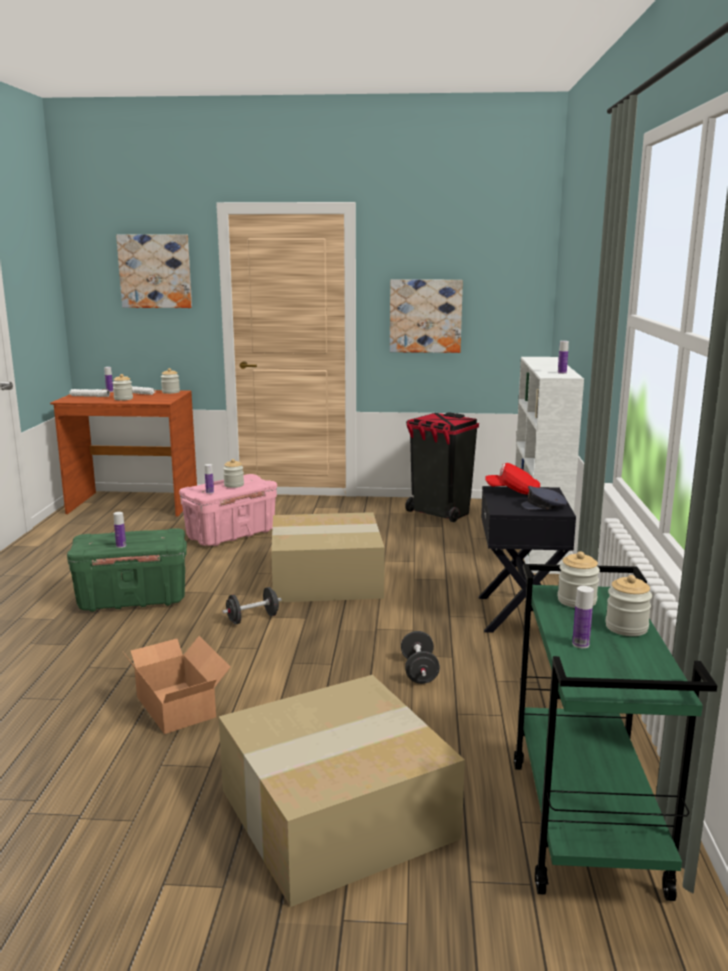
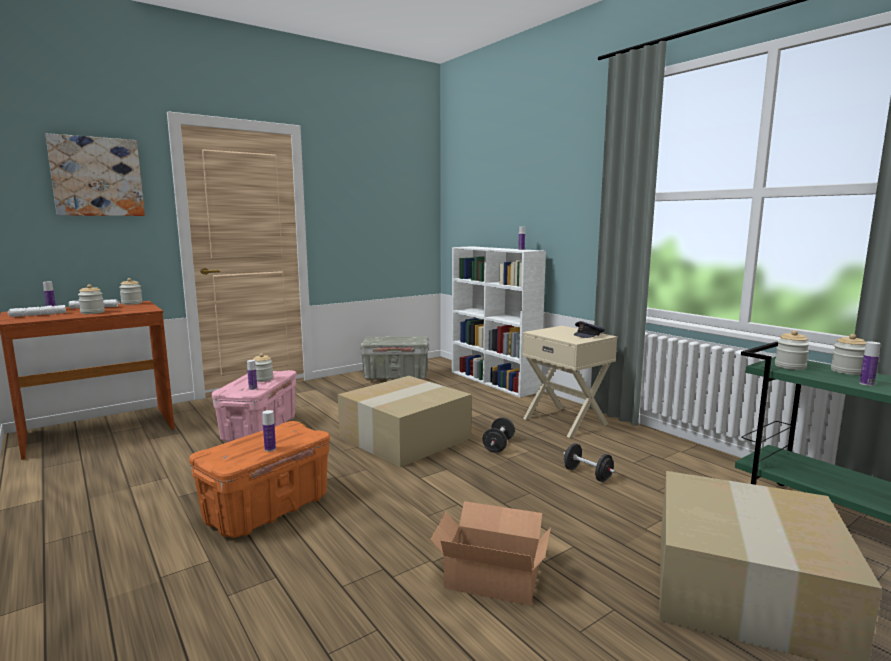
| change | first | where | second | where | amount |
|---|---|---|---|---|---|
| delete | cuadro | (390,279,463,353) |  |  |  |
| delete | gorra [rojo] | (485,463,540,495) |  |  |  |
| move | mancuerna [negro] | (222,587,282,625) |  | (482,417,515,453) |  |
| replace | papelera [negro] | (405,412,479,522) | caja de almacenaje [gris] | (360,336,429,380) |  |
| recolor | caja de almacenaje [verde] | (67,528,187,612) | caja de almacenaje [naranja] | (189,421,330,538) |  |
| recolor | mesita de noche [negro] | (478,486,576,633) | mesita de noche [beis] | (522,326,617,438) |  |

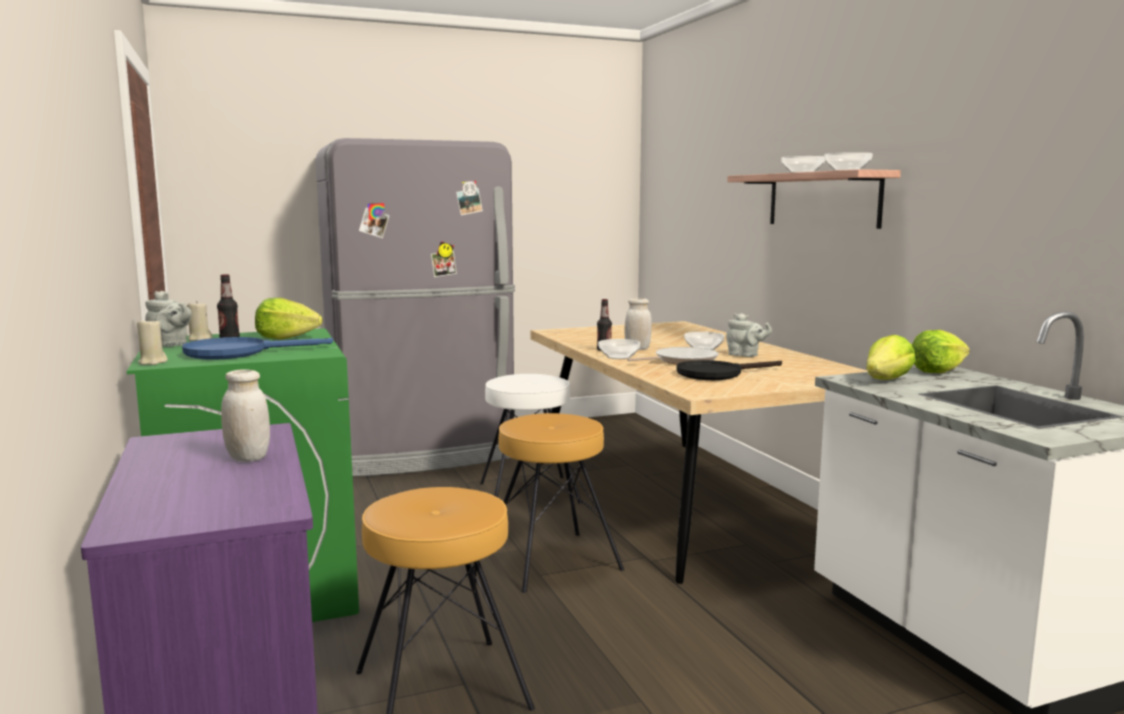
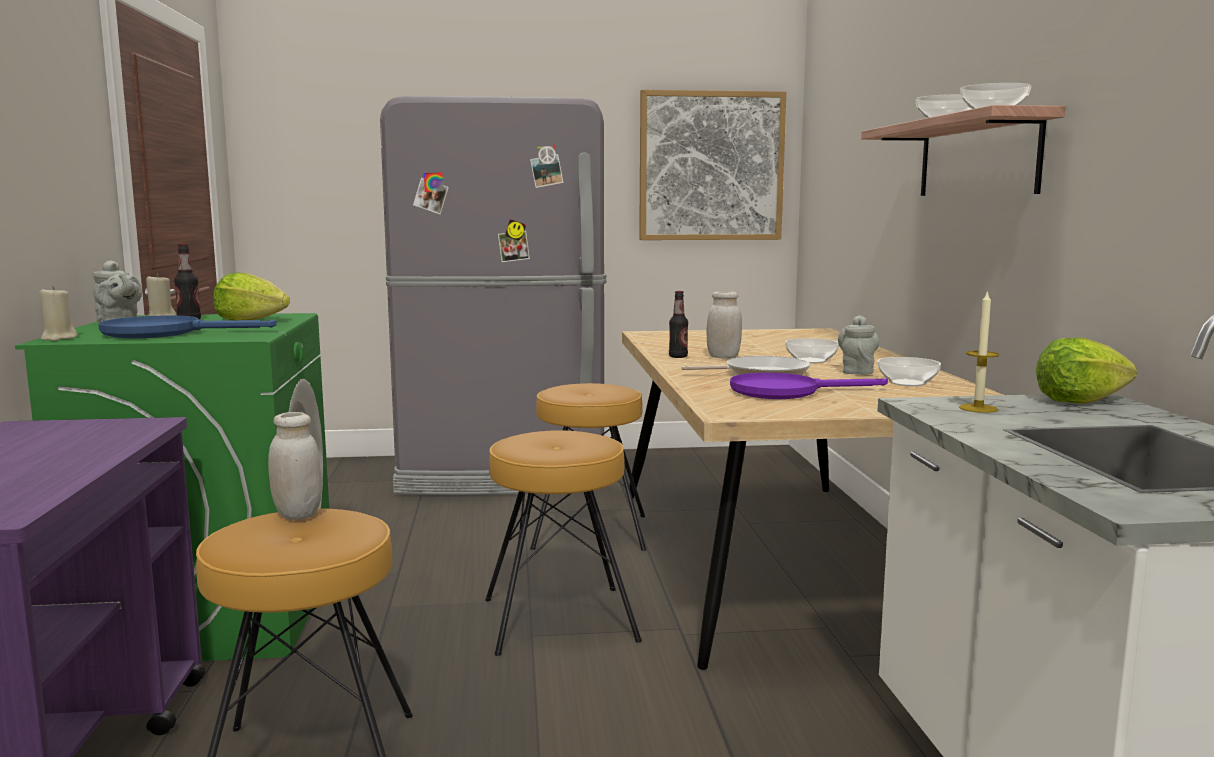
| change | first | where | second | where | amount |
|---|---|---|---|---|---|
| insert |  |  | cuadro | (639,90,786,240) |  |
| move | tarro [blanco] | (221,369,270,462) |  | (268,412,322,520) |  |
| move | cuenco | (598,339,640,359) |  | (877,357,941,386) |  |
| replace | lechuga | (866,335,916,380) | vela | (959,290,1000,413) |  |
| recolor | taburete [blanco] | (480,374,582,504) | taburete [marrón] | (530,383,646,551) |  |
| recolor | sartén [negro] | (677,360,782,380) | sartén [morado] | (730,373,888,399) |  |
| rotate | tetera [gris] | (726,313,772,357) |  | (838,315,879,374) | 120 degrees counterclockwise |

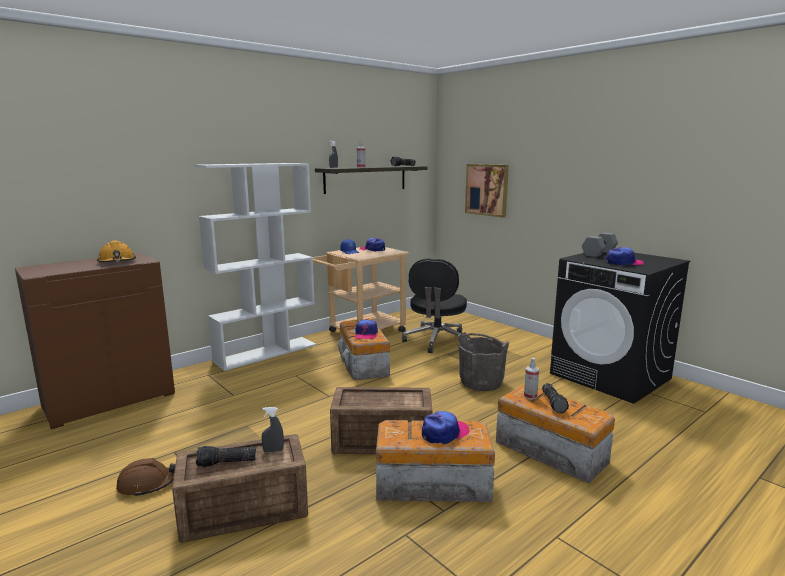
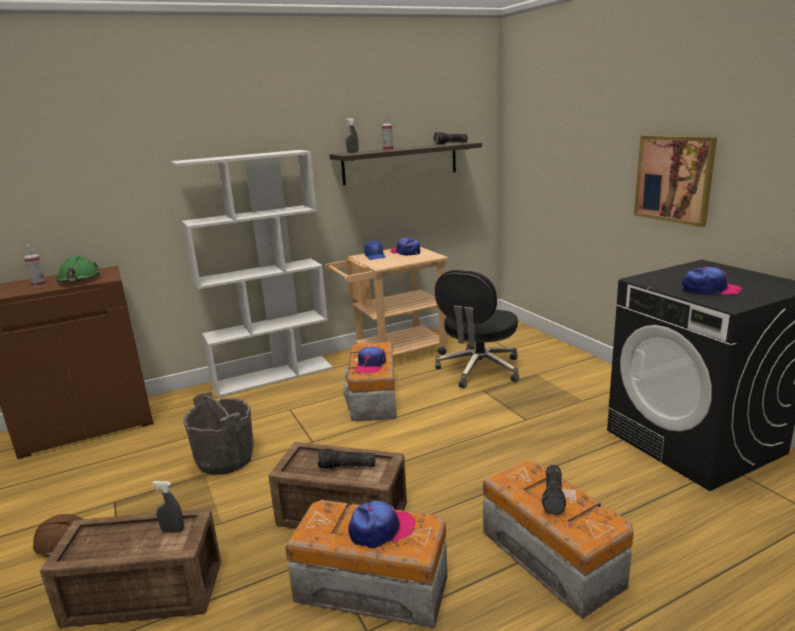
| change | first | where | second | where | amount |
|---|---|---|---|---|---|
| delete | mancuerna [gris] | (582,232,618,257) |  |  |  |
| move | linterna | (196,446,256,467) |  | (318,448,376,469) |  |
| move | cubo [gris] | (458,332,509,391) |  | (183,392,254,475) |  |
| move | cuadro | (465,164,509,218) |  | (634,135,717,227) |  |
| move | pulverizador | (524,358,539,400) |  | (24,245,46,287) |  |
| recolor | casco [naranja] | (97,240,136,263) | casco [verde] | (56,256,100,282) |  |

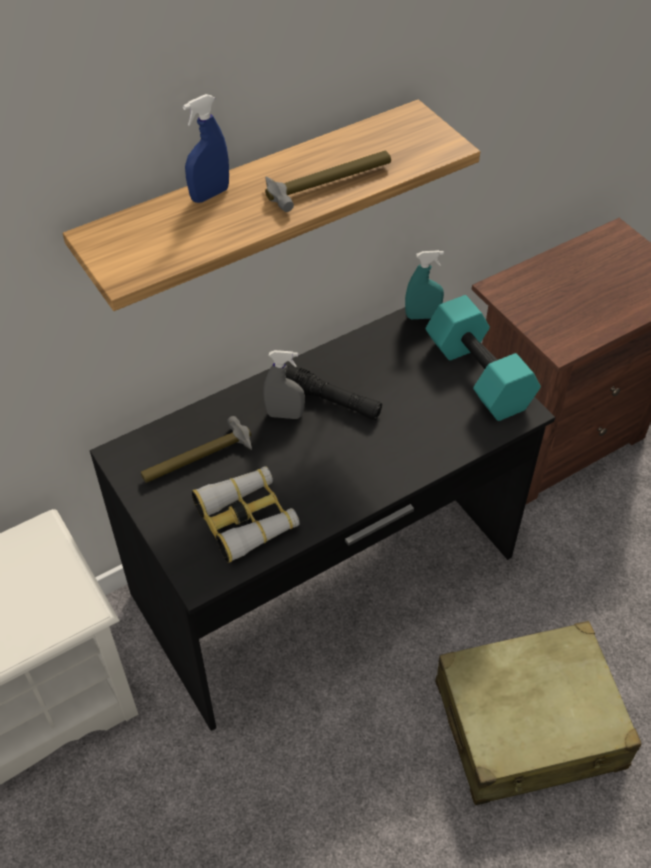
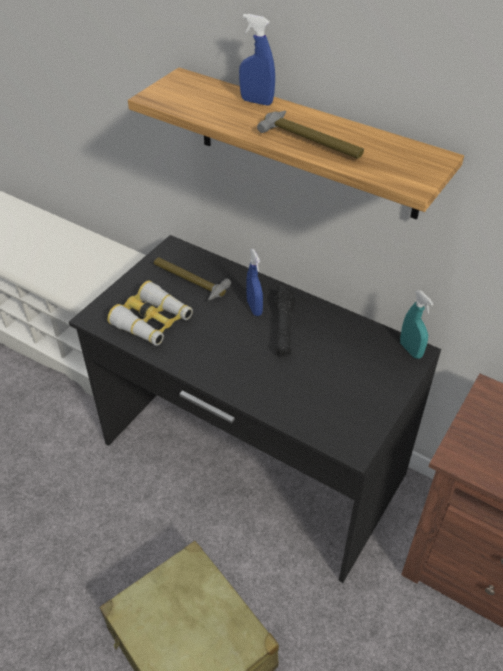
| change | first | where | second | where | amount |
|---|---|---|---|---|---|
| delete | mancuerna [turquesa] | (425,295,541,421) |  |  |  |
| recolor | pulverizador [gris] | (263,350,305,419) | pulverizador [azul] | (246,249,263,316) |  |

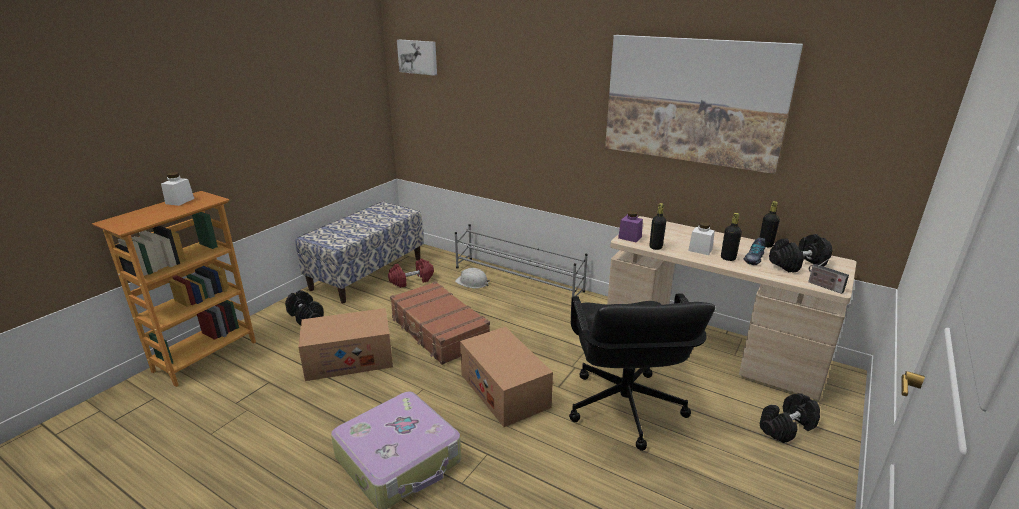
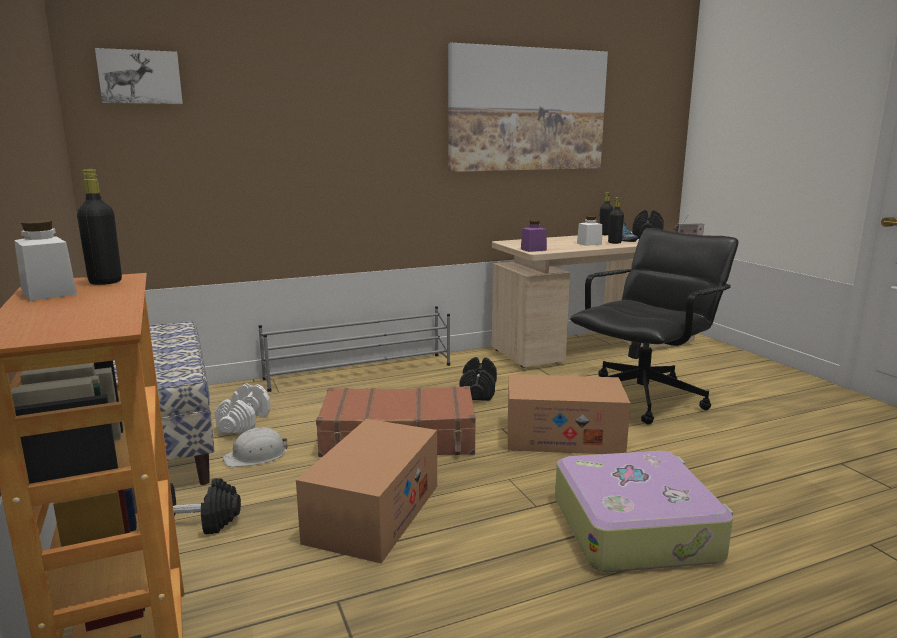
| change | first | where | second | where | amount |
|---|---|---|---|---|---|
| move | casco [blanco] | (455,268,490,289) |  | (223,427,288,467) |  |
| move | botella [negro] | (650,203,666,250) |  | (77,169,122,285) |  |
| move | mancuerna [negro] | (760,393,820,443) |  | (460,357,497,401) |  |
| recolor | mancuerna [rojo] | (388,259,434,288) | mancuerna [blanco] | (215,384,271,434) |  |
| rotate | silla de oficina [negro] | (569,293,715,451) |  | (570,228,739,424) | 75 degrees counterclockwise |

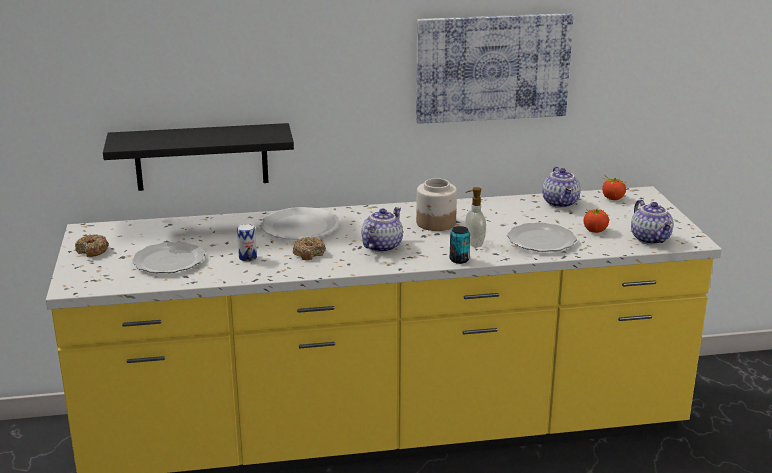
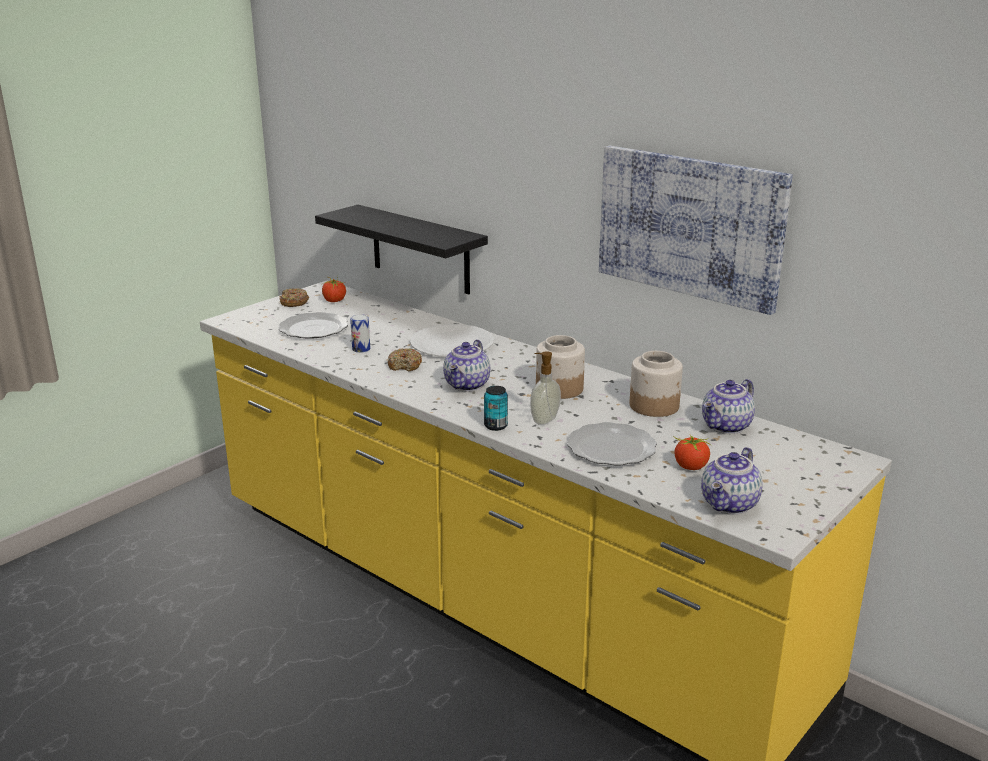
| change | first | where | second | where | amount |
|---|---|---|---|---|---|
| insert |  |  | tarro | (630,351,683,417) |  |
| move | tomate | (602,177,626,200) |  | (322,277,346,302) |  |
| rotate | tetera | (362,207,403,252) |  | (443,339,490,392) | 120 degrees clockwise |

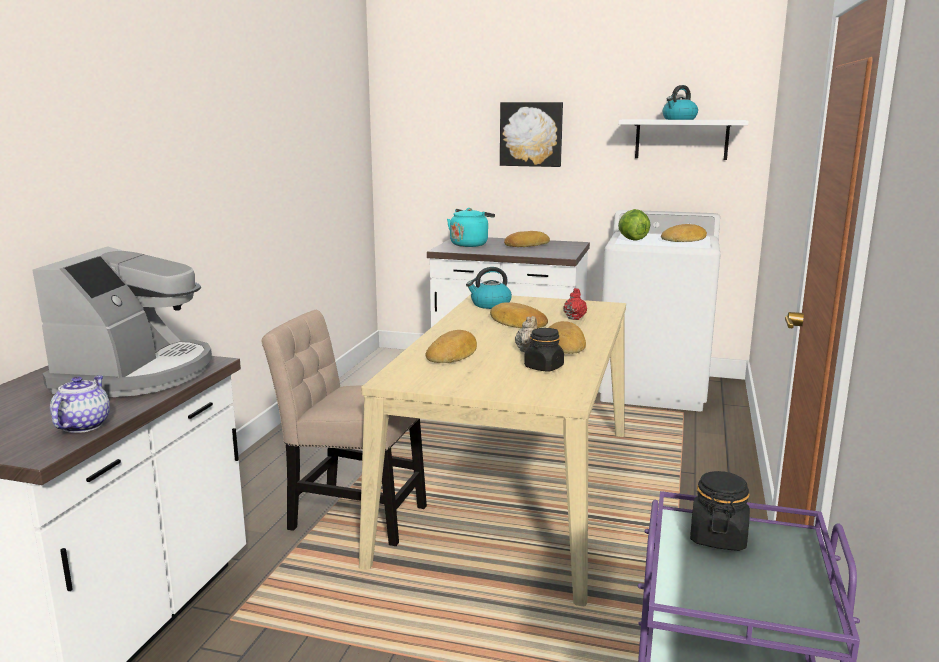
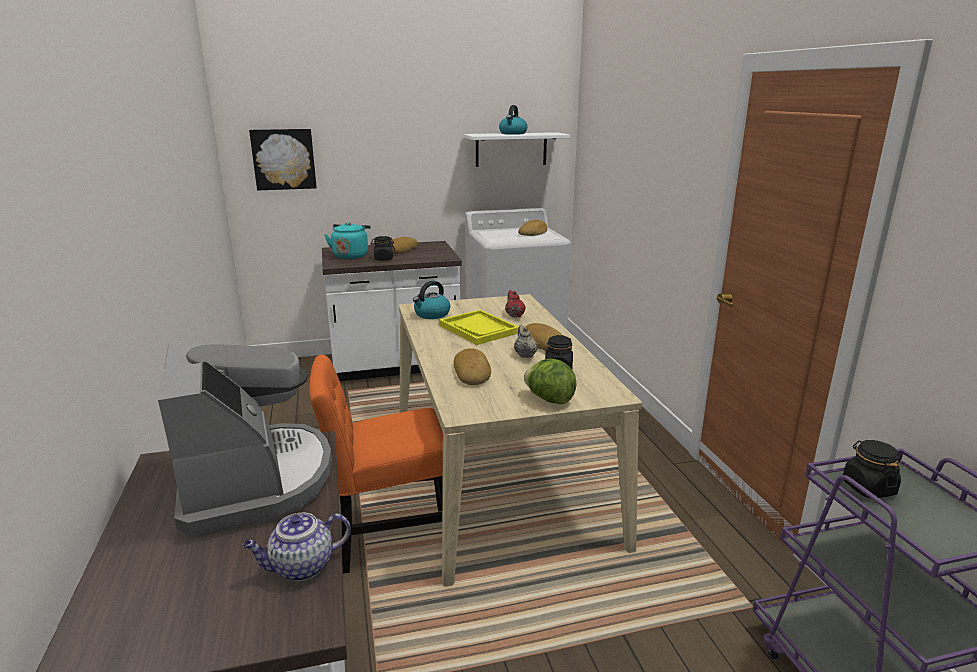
| change | first | where | second | where | amount |
|---|---|---|---|---|---|
| insert |  |  | tarro [negro] | (370,236,395,260) |  |
| move | cuadro | (500,102,563,167) |  | (249,129,317,190) |  |
| move | lechuga | (618,209,651,241) |  | (524,359,577,404) |  |
| replace | pan | (490,302,548,328) | bandeja [amarillo] | (439,310,519,345) |  |
| recolor | silla [beis] | (262,310,427,546) | silla [naranja] | (309,354,443,574) |  |
| rotate | tetera | (50,375,110,433) |  | (242,512,351,581) | 90 degrees counterclockwise |

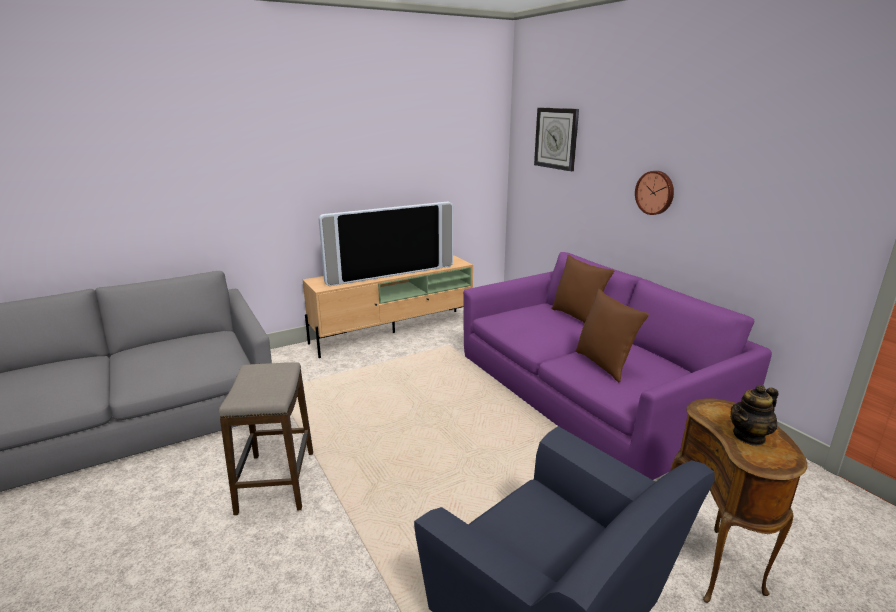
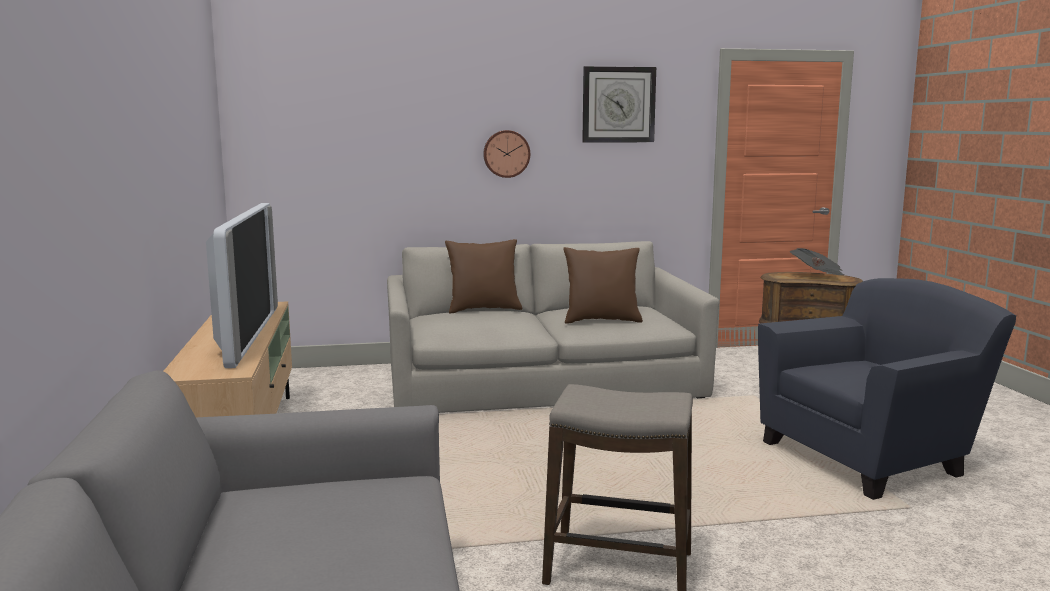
| change | first | where | second | where | amount |
|---|---|---|---|---|---|
| move | reloj de pared | (534,108,579,171) |  | (582,66,656,143) |  |
| replace | tetera | (730,385,778,446) | periódico | (790,248,844,275) |  |
| recolor | sofá [morado] | (463,252,772,480) | sofá [gris] | (387,241,719,413) |  |

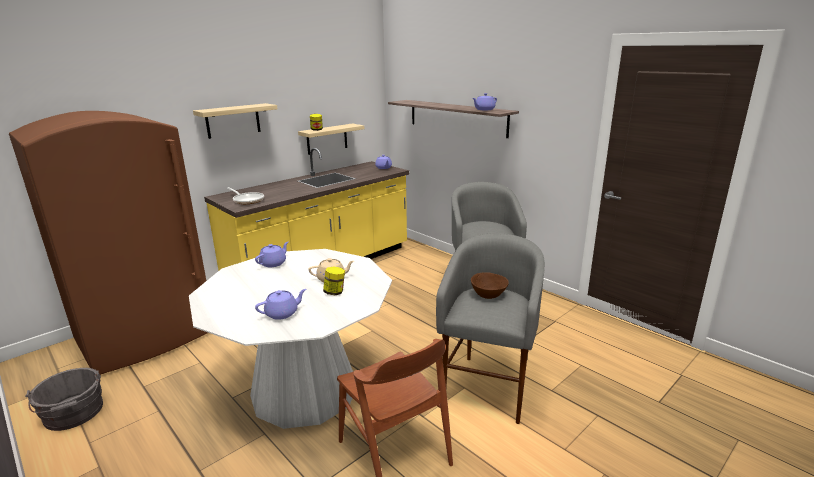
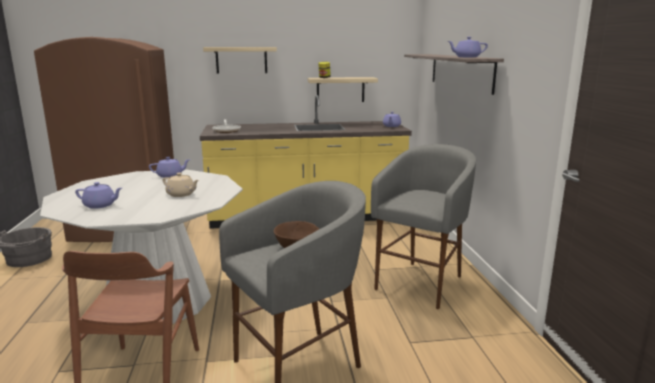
| change | first | where | second | where | amount |
|---|---|---|---|---|---|
| delete | tarro | (323,266,345,295) |  |  |  |

